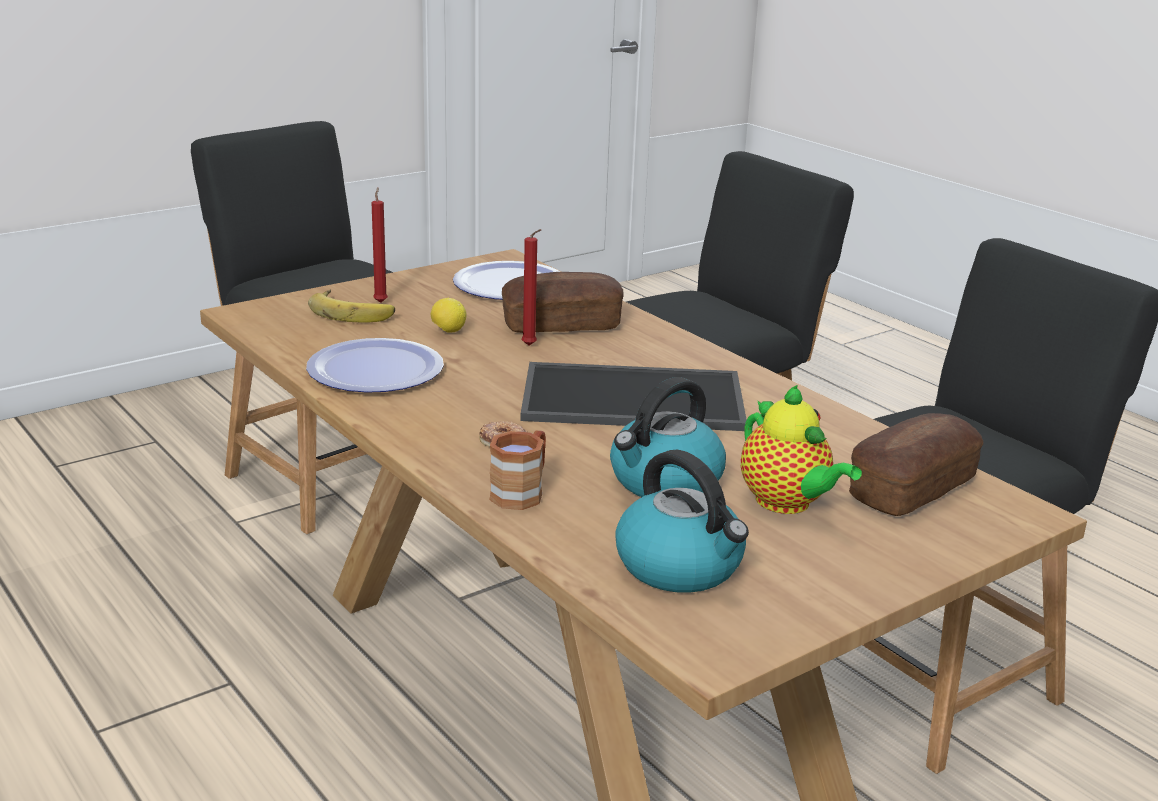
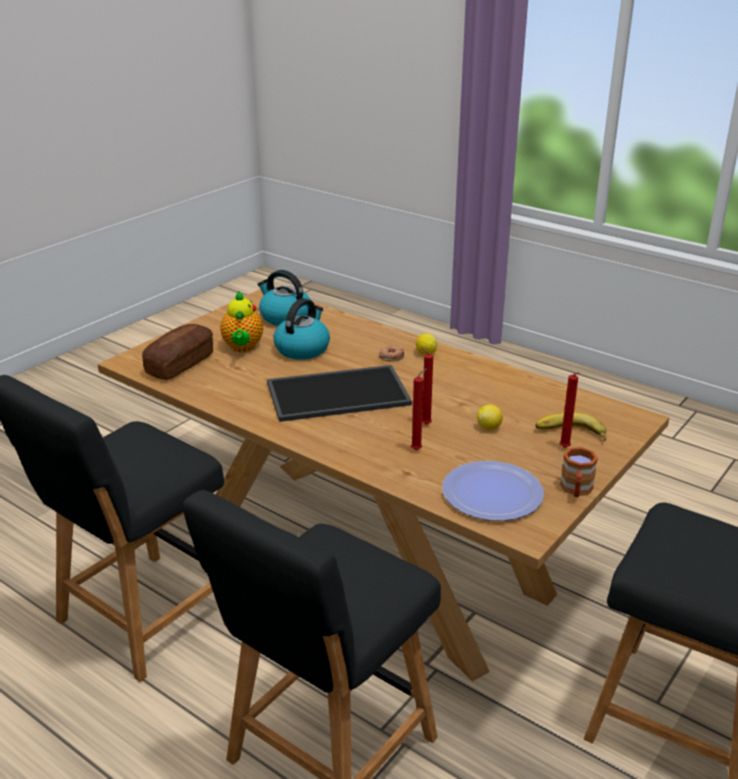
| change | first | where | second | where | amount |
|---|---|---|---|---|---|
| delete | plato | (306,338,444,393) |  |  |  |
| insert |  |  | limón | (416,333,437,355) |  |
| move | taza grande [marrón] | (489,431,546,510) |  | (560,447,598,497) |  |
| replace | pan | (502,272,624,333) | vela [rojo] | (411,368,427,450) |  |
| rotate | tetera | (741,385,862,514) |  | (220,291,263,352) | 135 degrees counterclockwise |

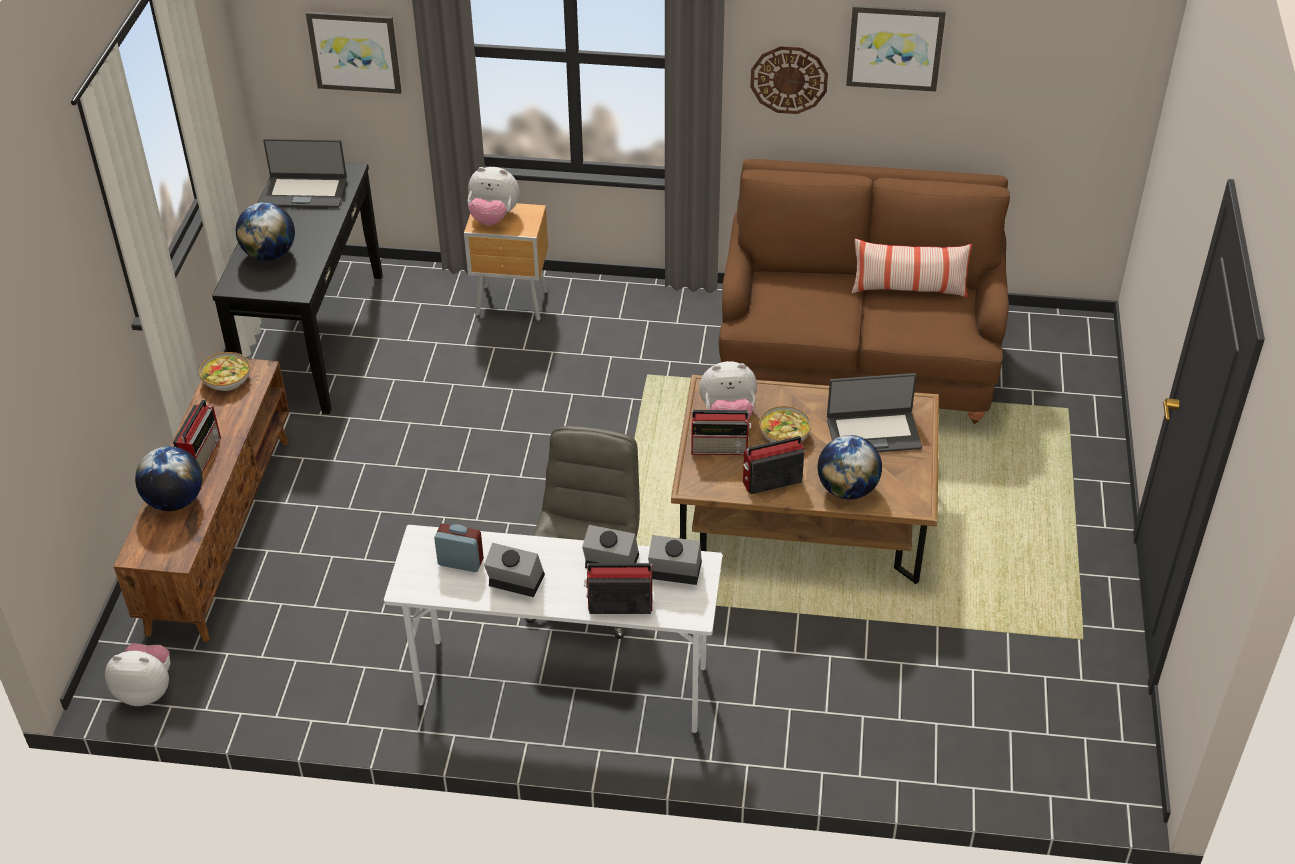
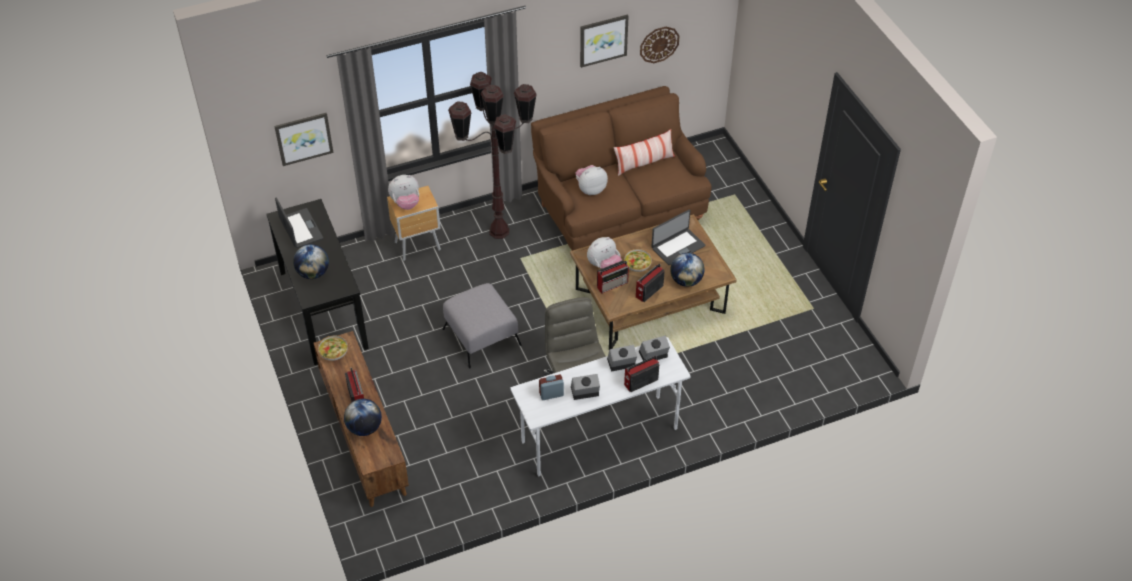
| change | first | where | second | where | amount |
|---|---|---|---|---|---|
| insert |  |  | puf [gris] | (442,283,521,368) |  |
| insert |  |  | lámpara de pie [marrón] | (448,72,537,239) |  |
| move | peluche | (105,643,171,706) |  | (576,165,608,195) |  |
| move | reloj de pared | (750,46,828,114) |  | (640,27,680,63) |  |
| rotate | portátil | (262,138,347,208) |  | (275,197,323,248) | 90 degrees counterclockwise |

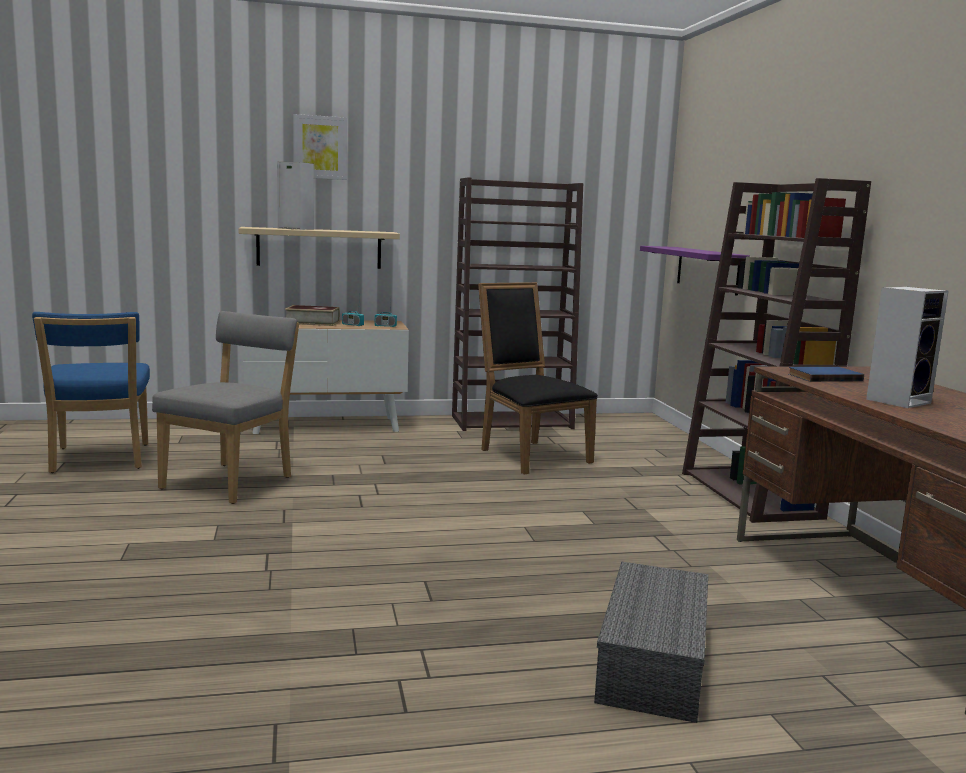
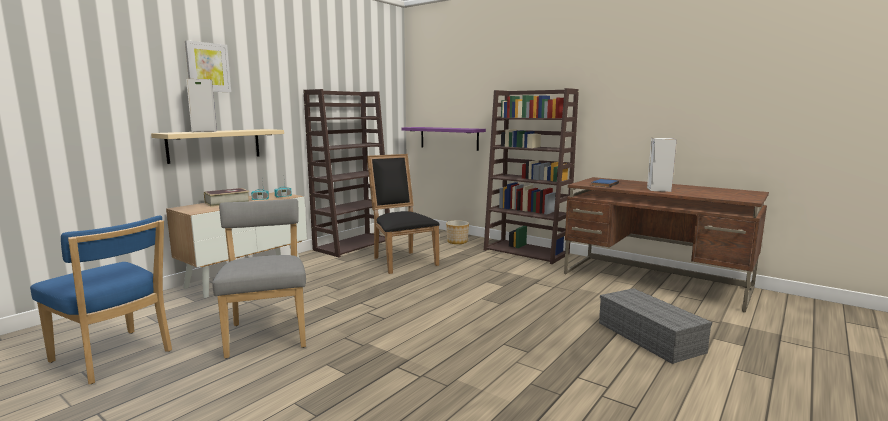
| change | first | where | second | where | amount |
|---|---|---|---|---|---|
| insert |  |  | maceta | (446,220,469,244) |  |
| rotate | silla [negro] | (478,282,598,474) |  | (367,154,440,274) | 45 degrees clockwise |

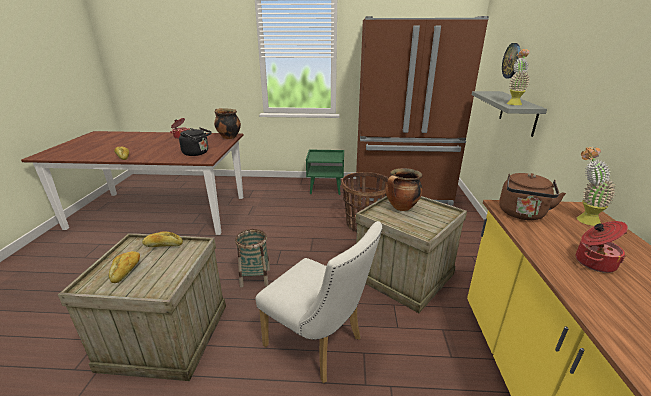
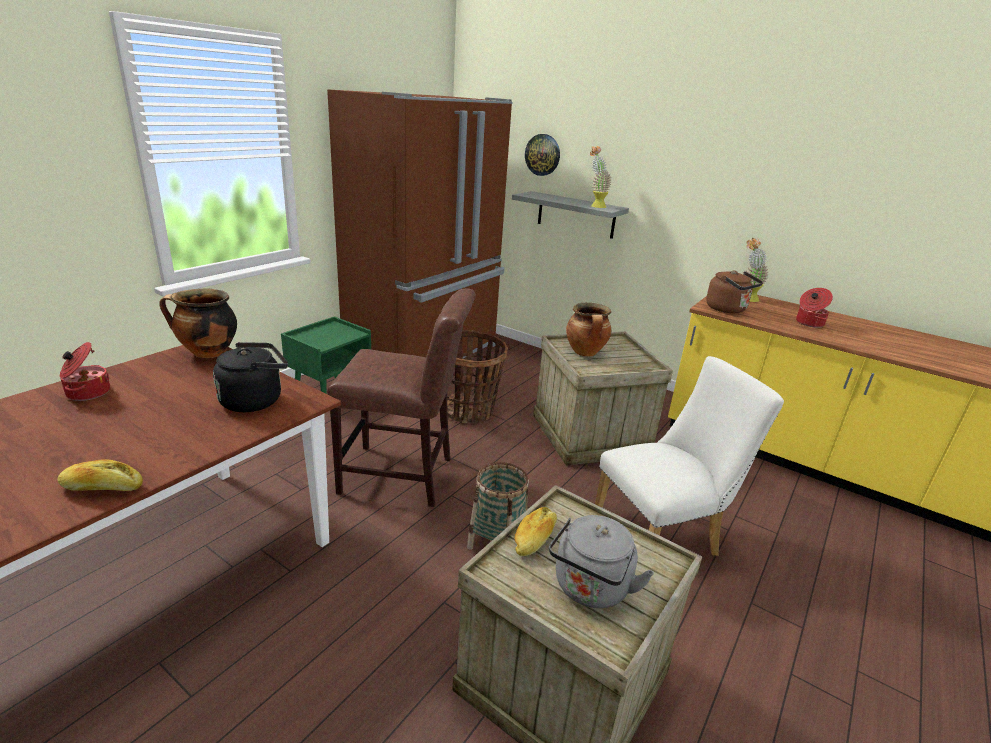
| change | first | where | second | where | amount |
|---|---|---|---|---|---|
| insert |  |  | silla [marrón] | (327,288,476,507) |  |
| replace | pan | (109,251,140,283) | hervidor [gris] | (549,515,654,608) |  |

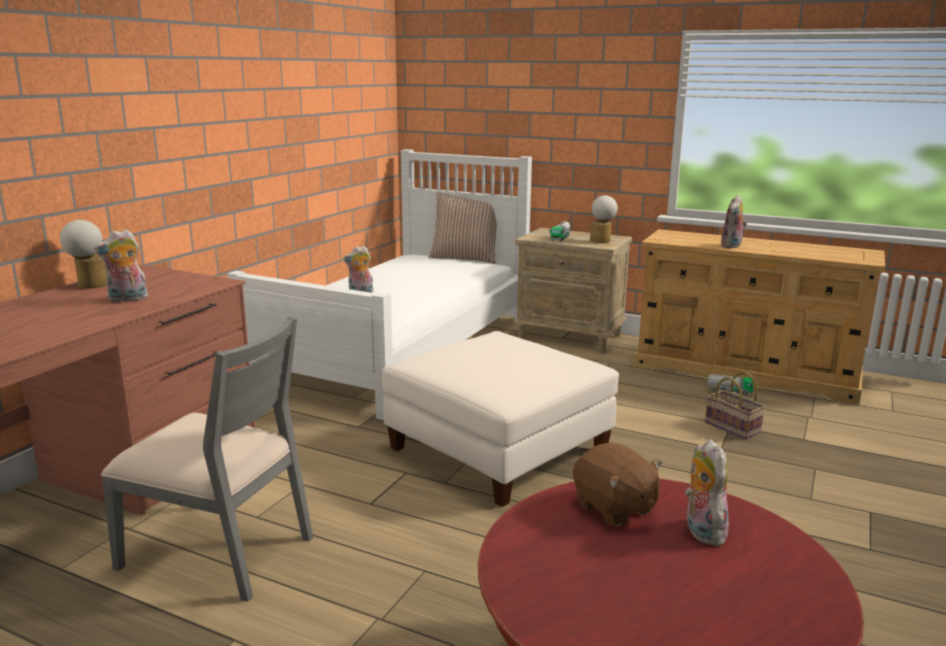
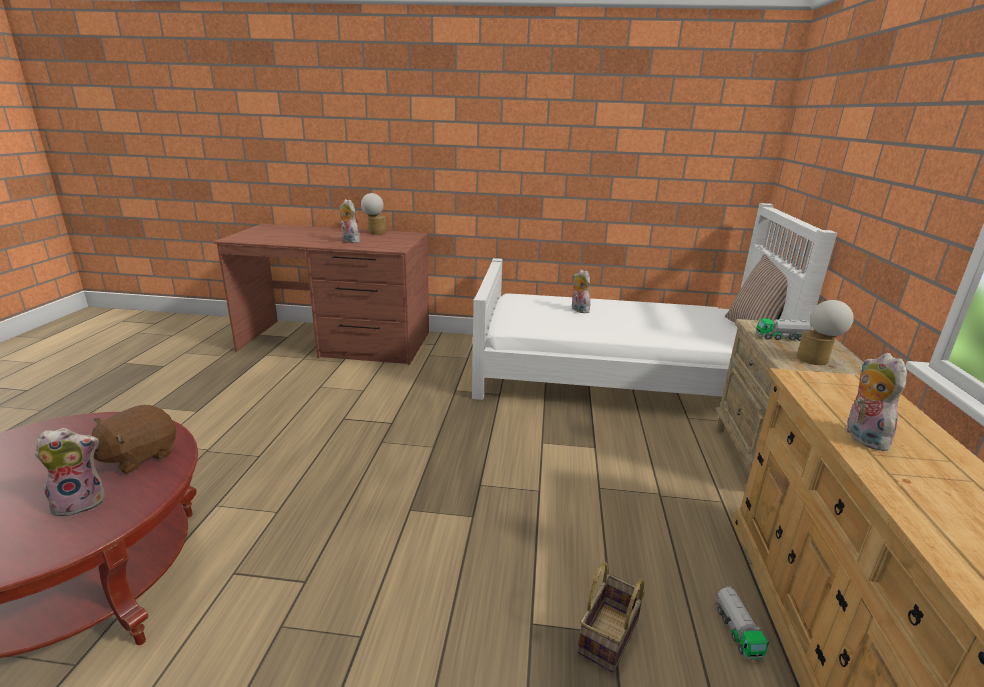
| change | first | where | second | where | amount |
|---|---|---|---|---|---|
| delete | silla [gris] | (101,316,313,602) |  |  |  |
| delete | puf [blanco] | (382,331,619,507) |  |  |  |
| rotate | peluche | (721,195,747,249) |  | (846,353,907,451) | 75 degrees clockwise |

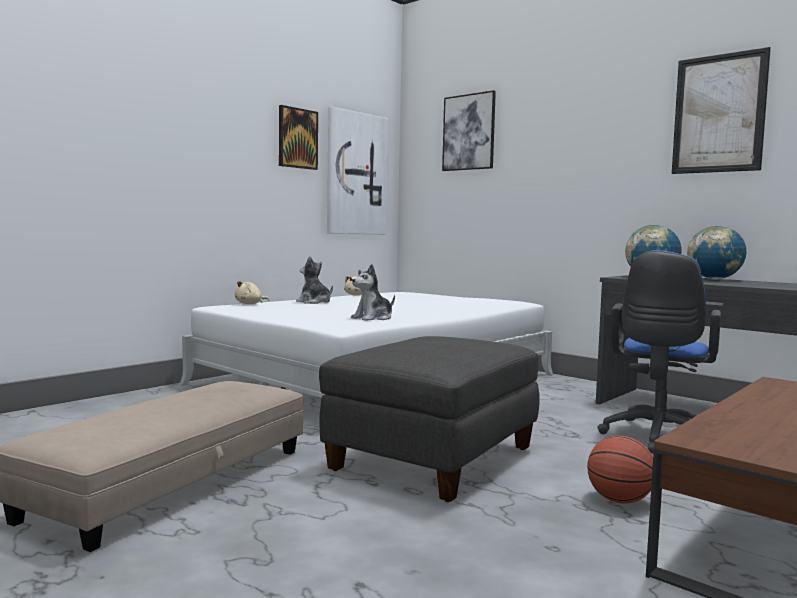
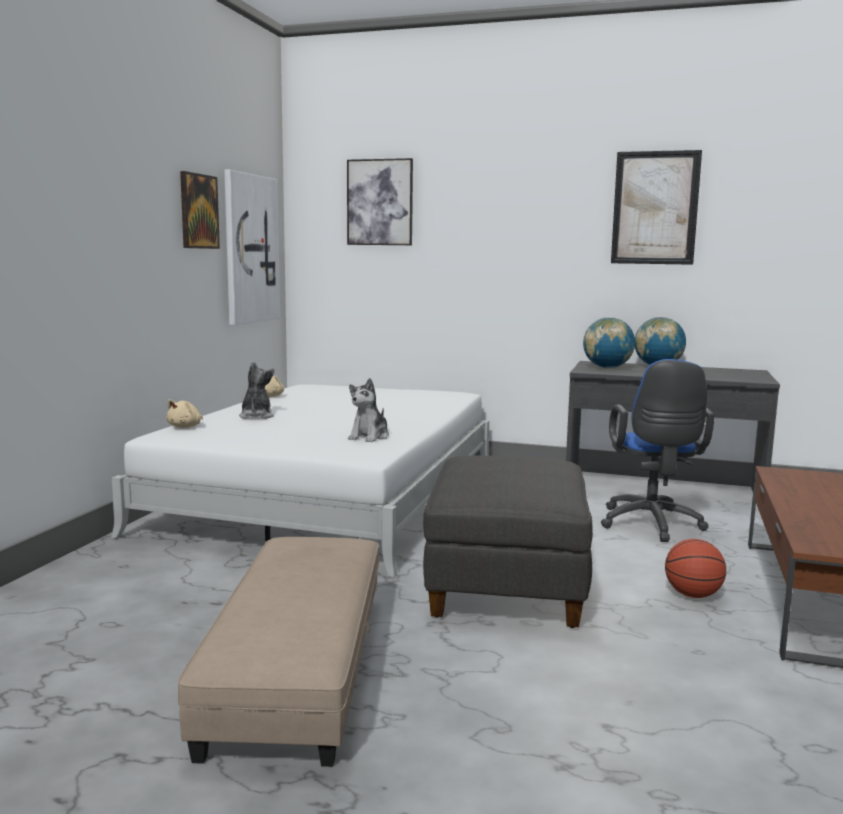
| change | first | where | second | where | amount |
|---|---|---|---|---|---|
| rotate | peluche | (296,256,333,304) |  | (239,361,274,419) | 75 degrees clockwise |

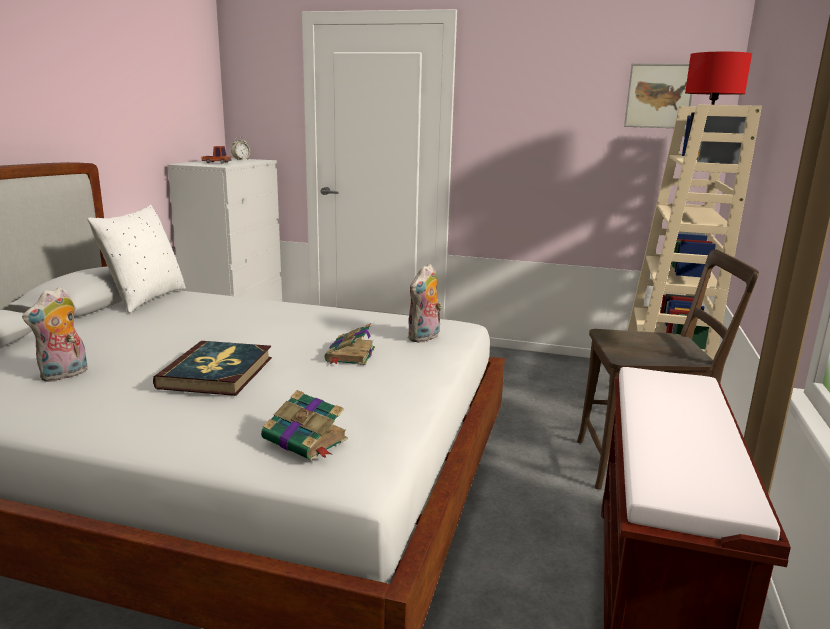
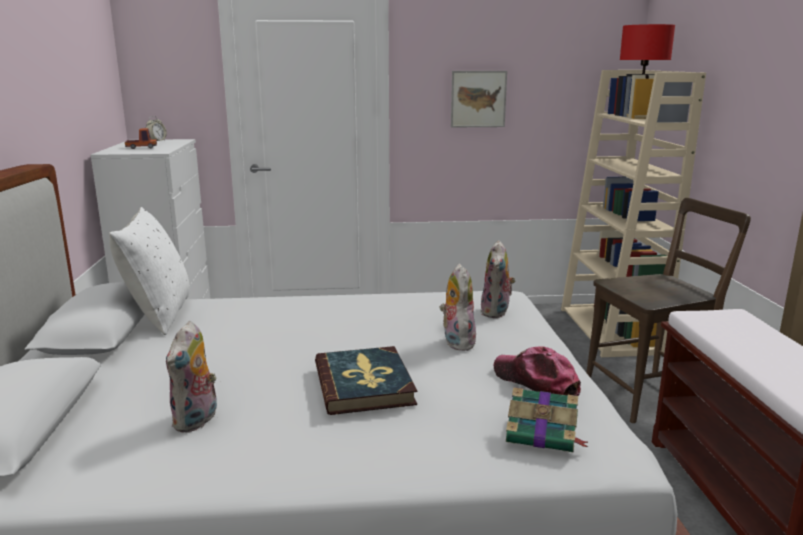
| change | first | where | second | where | amount |
|---|---|---|---|---|---|
| insert |  |  | gorra | (493,347,581,396) |  |
| move | cuadro | (624,63,693,129) |  | (451,71,507,128) |  |
| replace | libro | (325,323,375,365) | peluche | (440,264,476,351) |  |

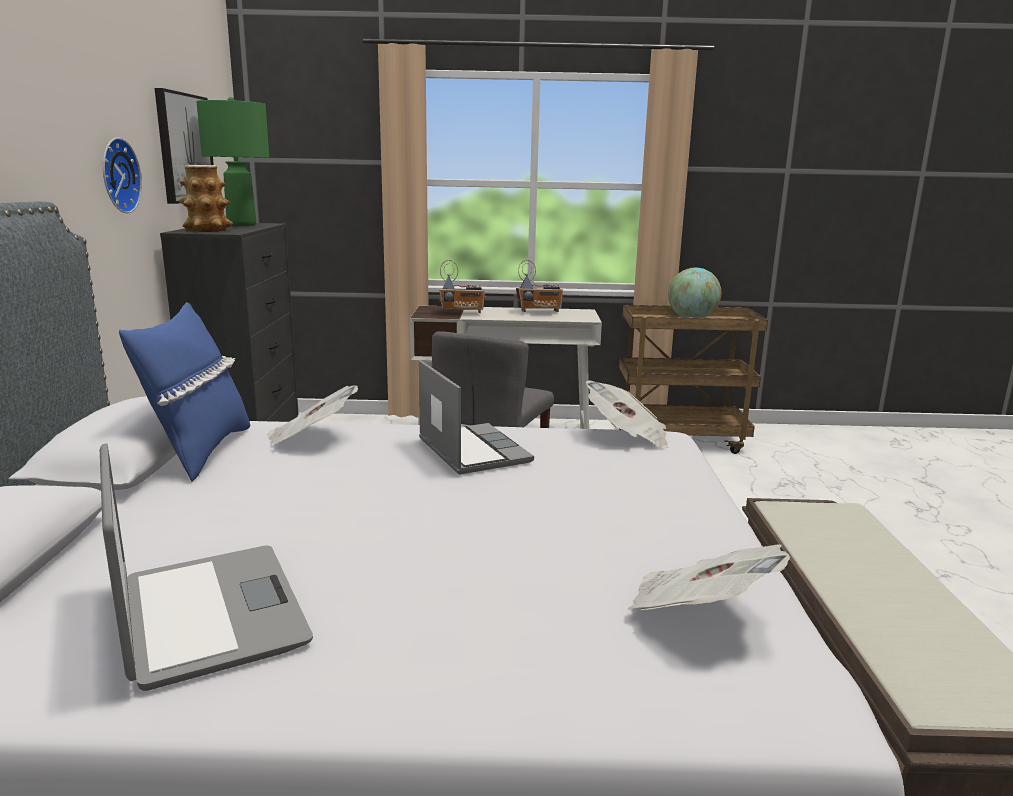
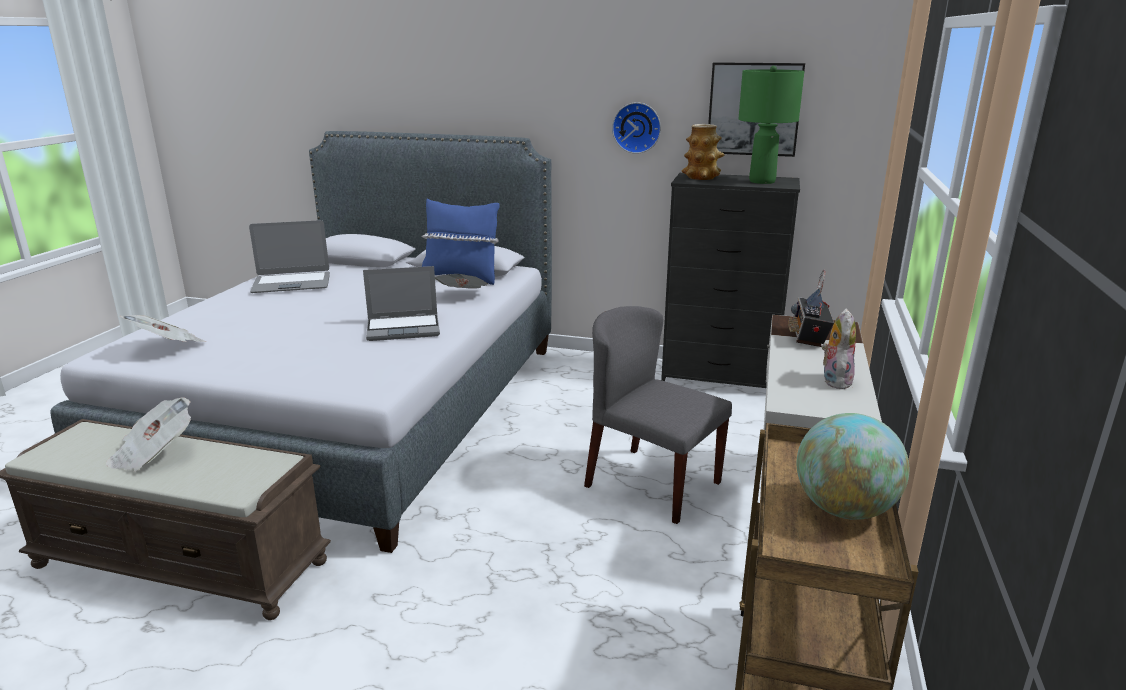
| change | first | where | second | where | amount |
|---|---|---|---|---|---|
| move | periódico | (586,380,668,448) |  | (106,397,191,471) |  |
| replace | radio | (516,260,563,312) | peluche | (822,309,856,389) |  |

